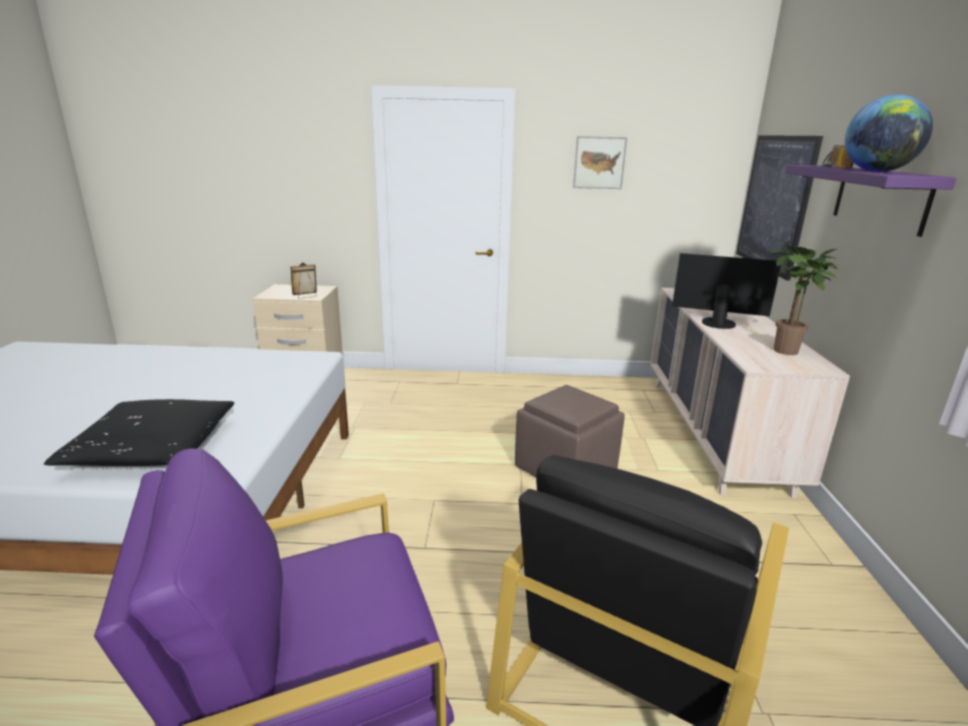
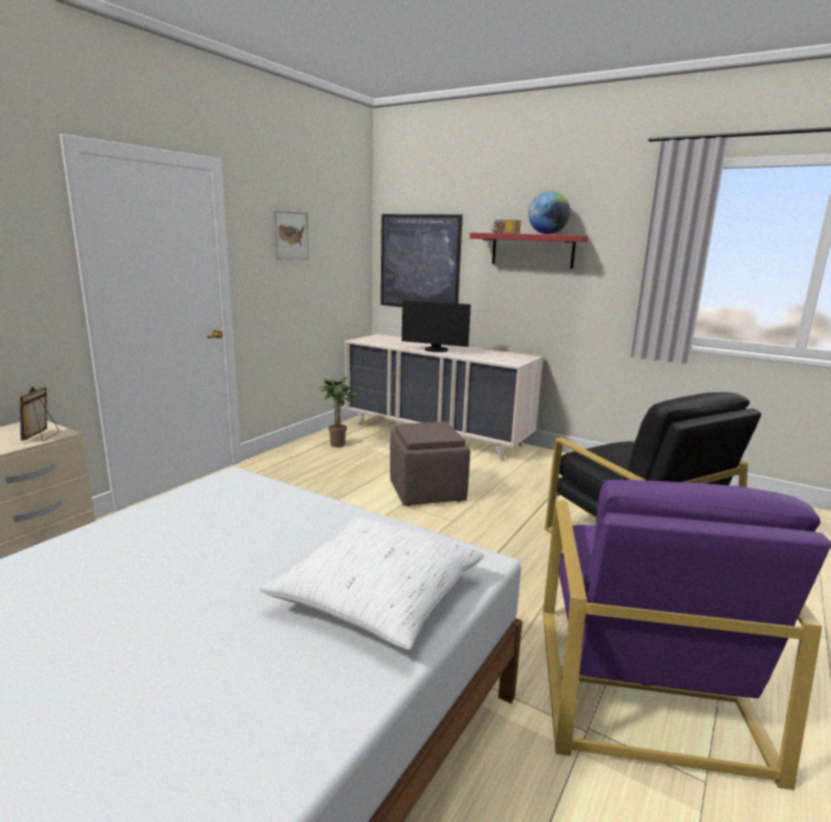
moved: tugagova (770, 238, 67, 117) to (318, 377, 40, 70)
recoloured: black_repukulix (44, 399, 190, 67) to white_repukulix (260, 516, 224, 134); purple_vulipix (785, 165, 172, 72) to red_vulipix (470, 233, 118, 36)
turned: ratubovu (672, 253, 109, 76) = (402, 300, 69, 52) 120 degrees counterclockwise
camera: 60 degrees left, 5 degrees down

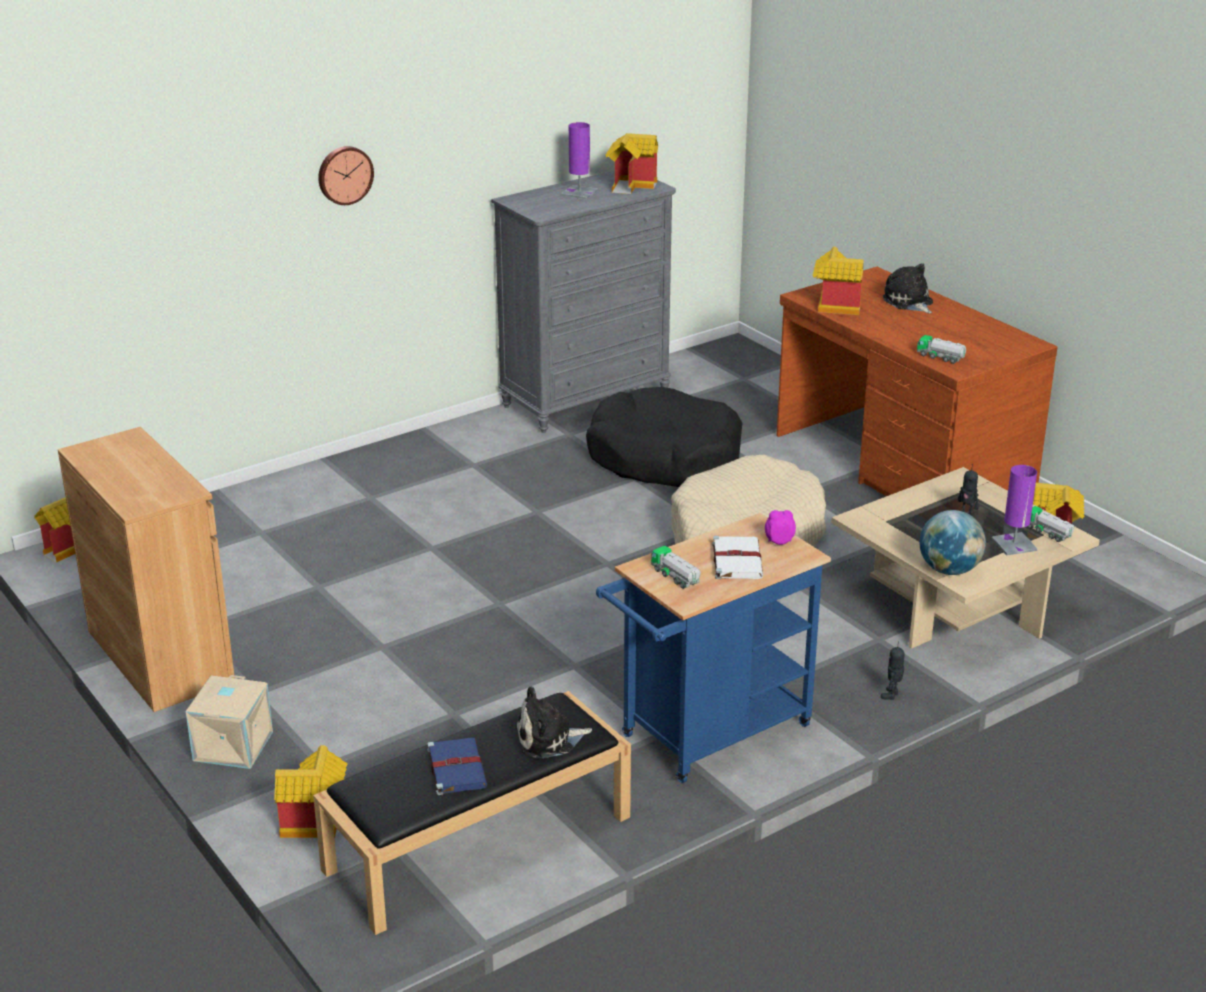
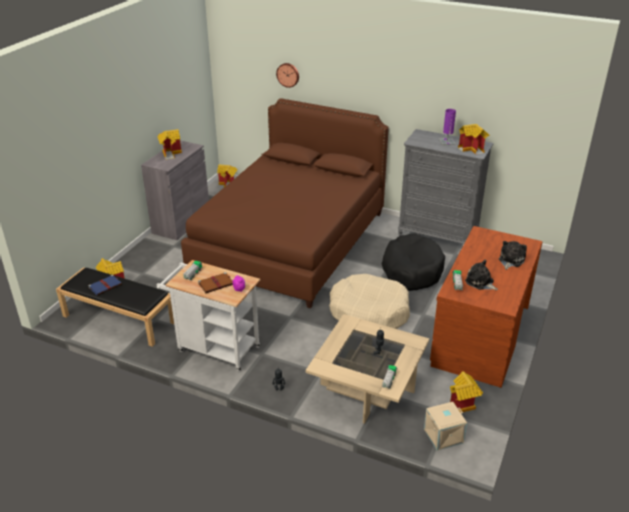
removed: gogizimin (919, 510, 67, 65); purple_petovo (991, 465, 46, 90)
added: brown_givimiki (181, 98, 208, 210)
moved: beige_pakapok (186, 675, 87, 94) to (424, 402, 43, 48); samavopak (318, 146, 56, 59) to (276, 63, 23, 25); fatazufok (516, 686, 76, 73) to (465, 260, 33, 30); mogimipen (812, 247, 52, 68) to (157, 129, 25, 30)
recoloured: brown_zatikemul (58, 427, 176, 285) to grey_zatikemul (141, 140, 68, 100); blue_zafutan (596, 513, 235, 270) to white_zafutan (157, 260, 103, 112); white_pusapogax (712, 536, 51, 43) to brown_pusapogax (198, 272, 35, 21)
camera: 60 degrees right, 5 degrees up

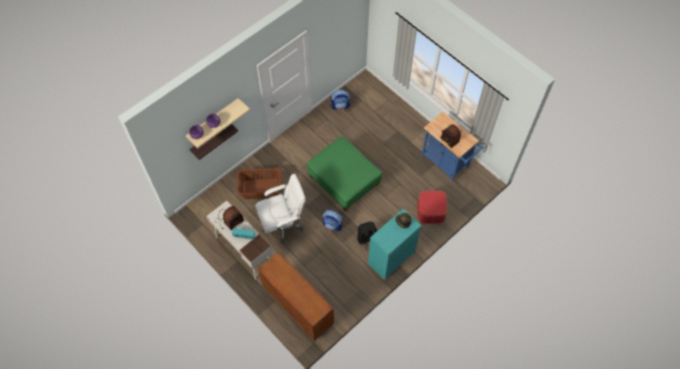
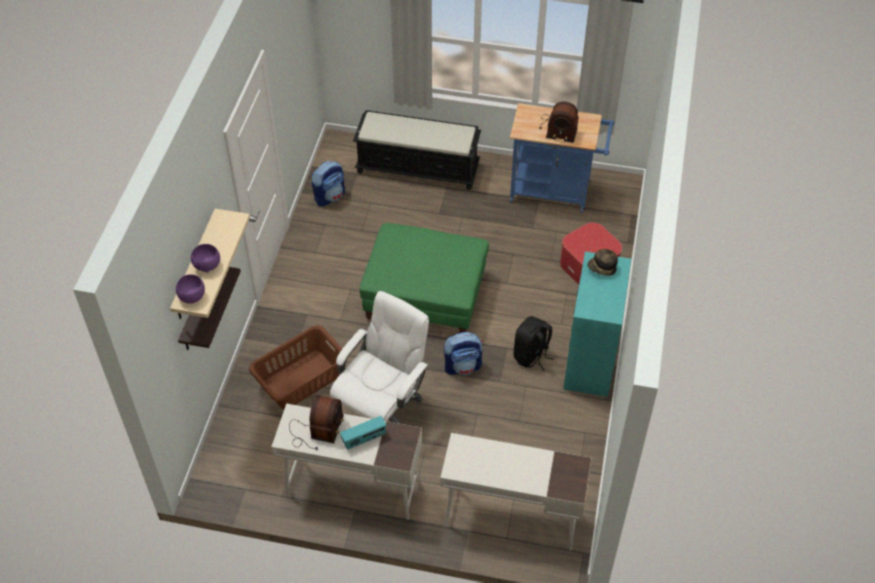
added: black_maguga (353, 110, 128, 80)
replaced: brown_zatikemul (258, 252, 76, 89) to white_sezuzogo (440, 433, 151, 118)
camera: 35 degrees left, 10 degrees down

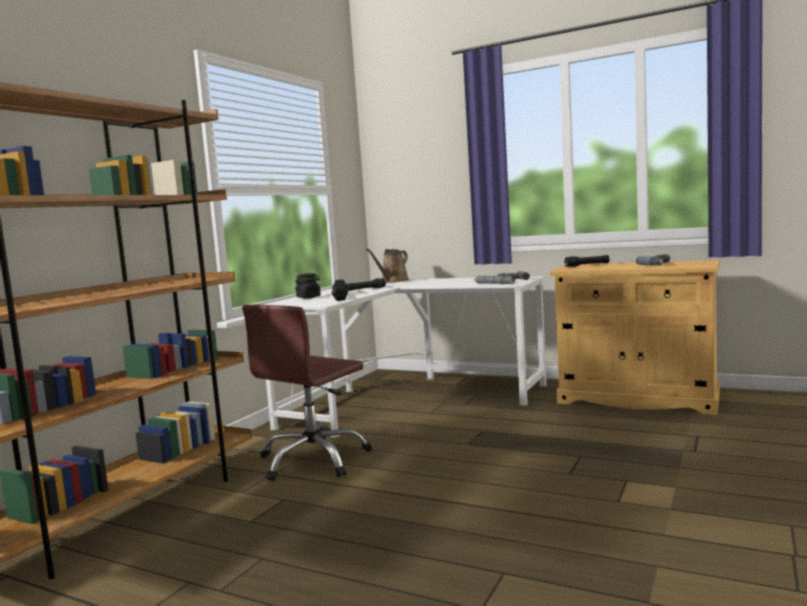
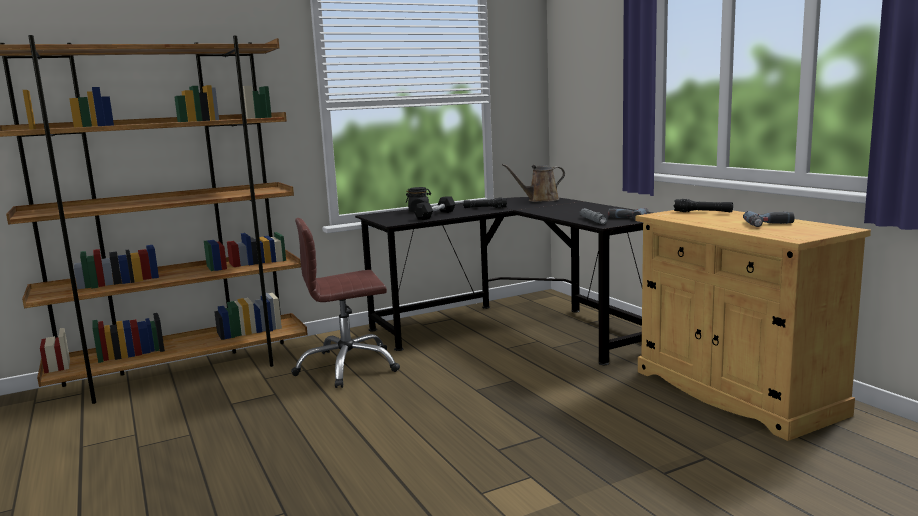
recoloured: white_sezuzogo (263, 276, 284, 162) to black_sezuzogo (355, 197, 297, 168)
camera: 35 degrees right, 5 degrees up

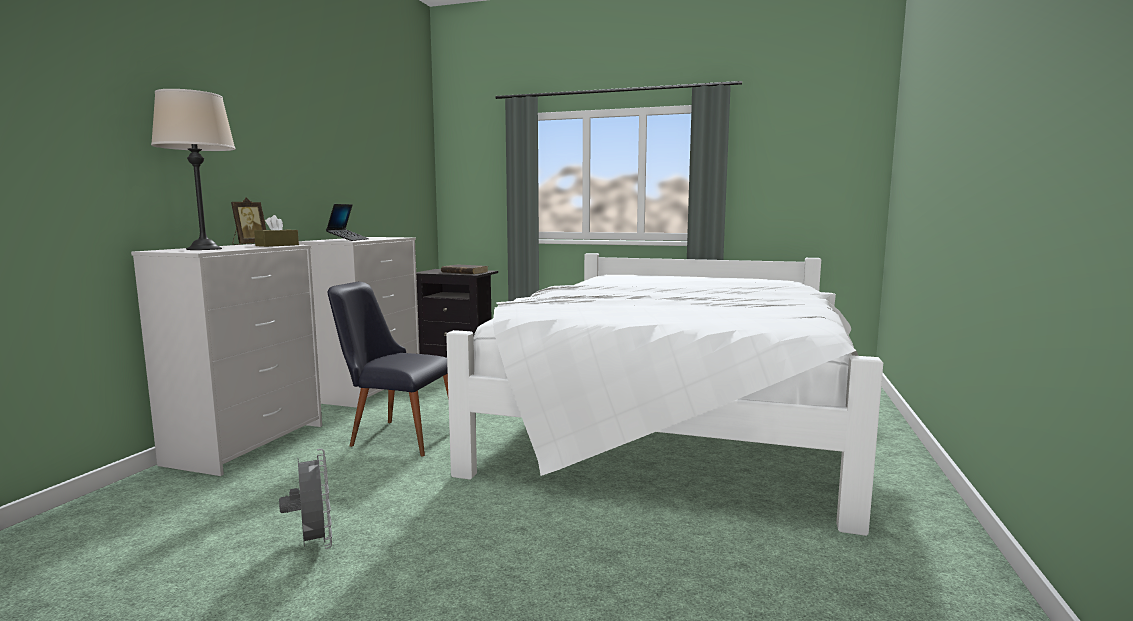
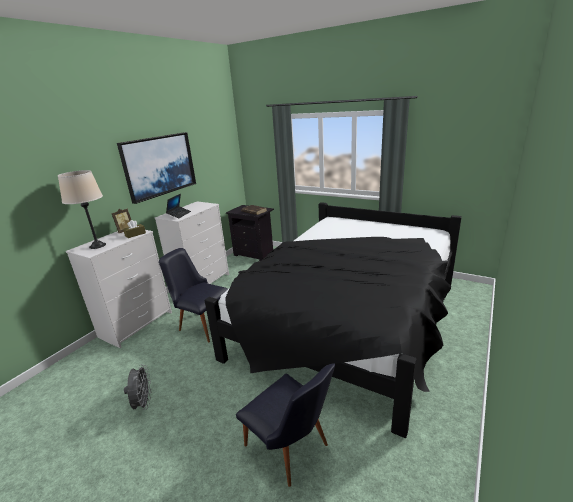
added: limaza (117, 132, 79, 72); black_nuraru (236, 363, 99, 124)
recoloured: white_givimiki (446, 253, 437, 283) to black_givimiki (204, 202, 258, 236)
camera: 15 degrees right, 15 degrees up

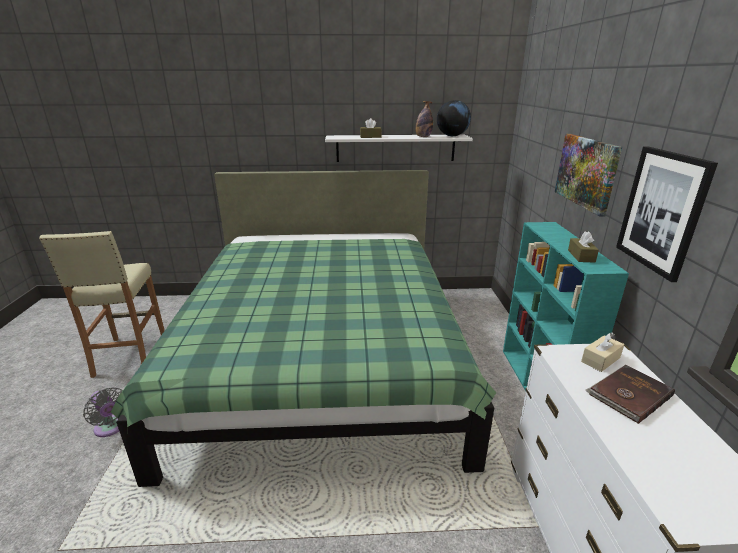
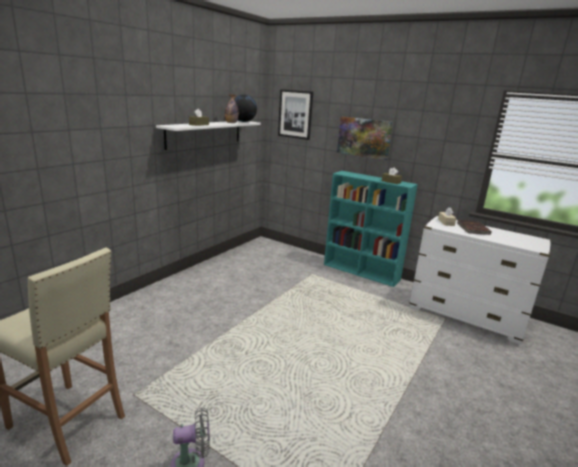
removed: green_givimiki (111, 170, 385, 317)
moved: limaza (616, 146, 102, 136) to (278, 89, 35, 51)
camera: 55 degrees left, 5 degrees down

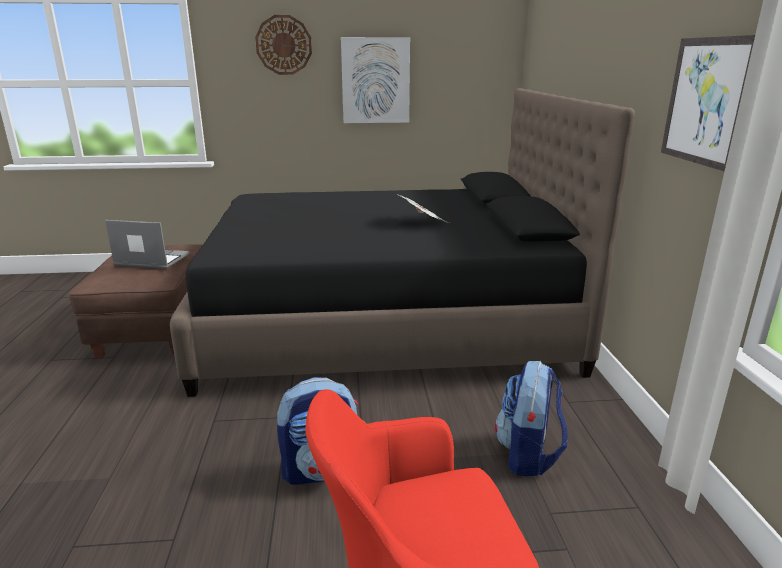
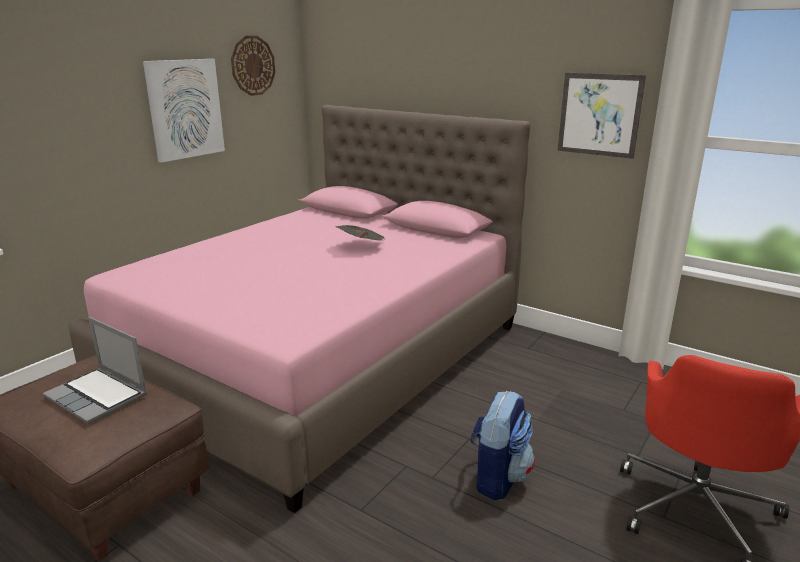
removed: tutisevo (495, 361, 72, 115)
moved: samavopak (255, 15, 57, 60) to (231, 36, 44, 60)
recoloured: black_givimiki (170, 88, 465, 309) to pink_givimiki (69, 105, 461, 408)
turned: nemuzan (105, 220, 84, 49) = (43, 317, 104, 107) 105 degrees counterclockwise
camera: 50 degrees left, 0 degrees up

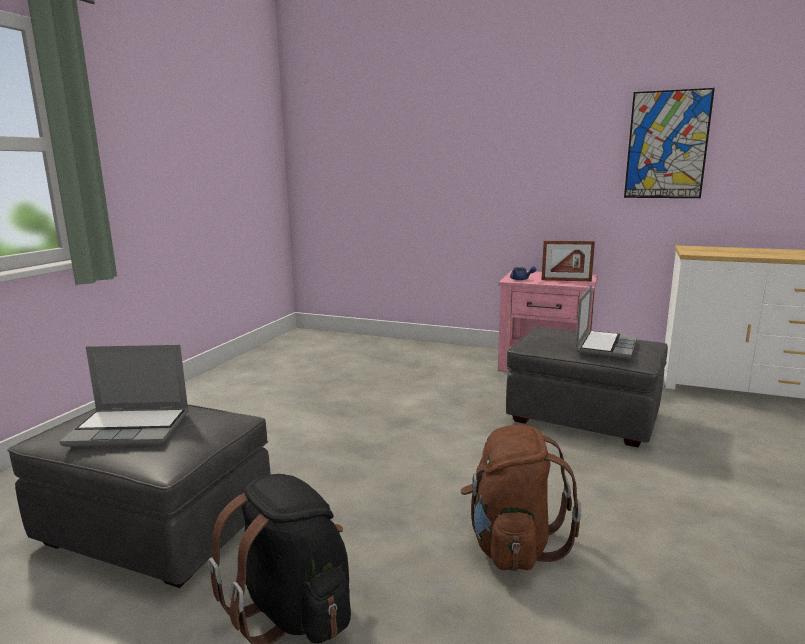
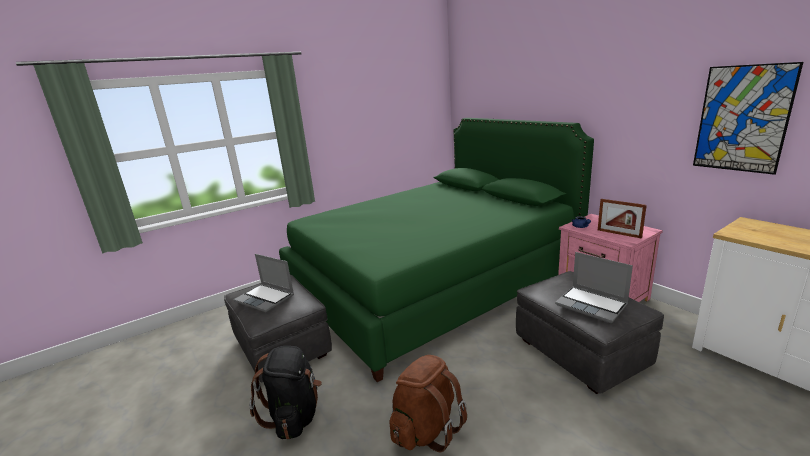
added: green_givimiki (279, 118, 315, 264)
turned: nemuzan (575, 285, 62, 74) = (555, 252, 78, 71) 75 degrees clockwise
camera: 35 degrees right, 5 degrees up

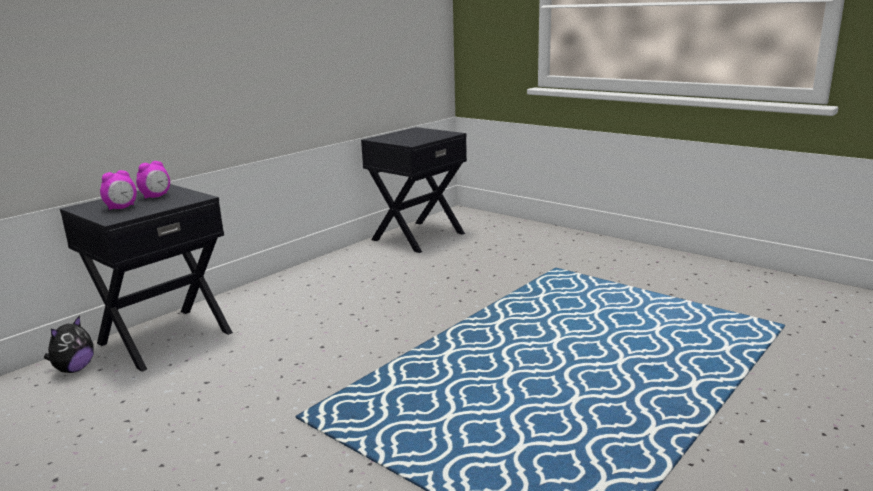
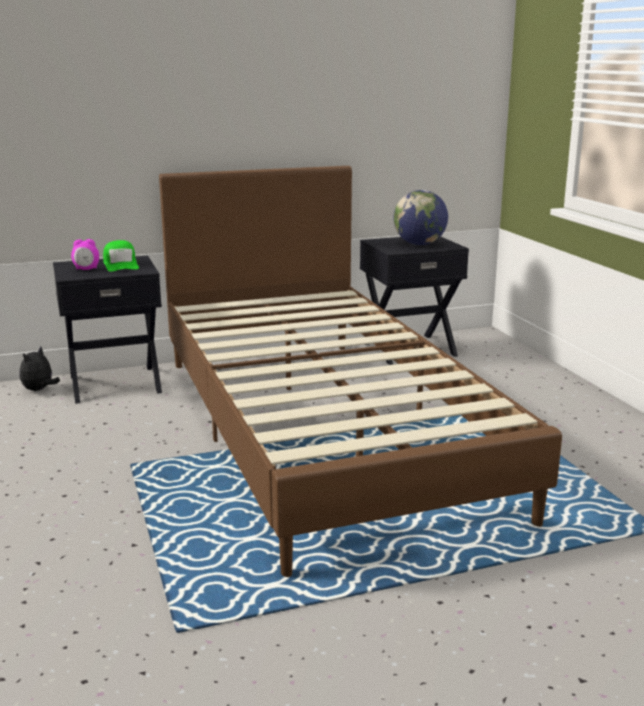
added: brown_givimiki (159, 166, 403, 411); gogizimin (394, 190, 54, 55)
replaced: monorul (136, 161, 34, 38) to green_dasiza (103, 240, 36, 32)
turned: fatazufok (44, 315, 49, 58) = (19, 347, 41, 44) 150 degrees clockwise
camera: 30 degrees right, 0 degrees up

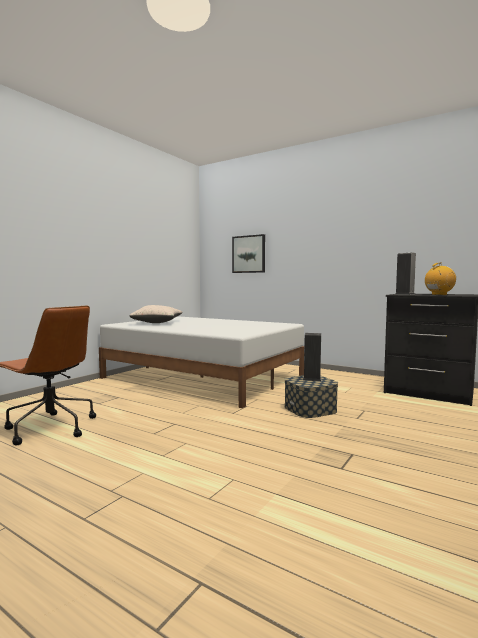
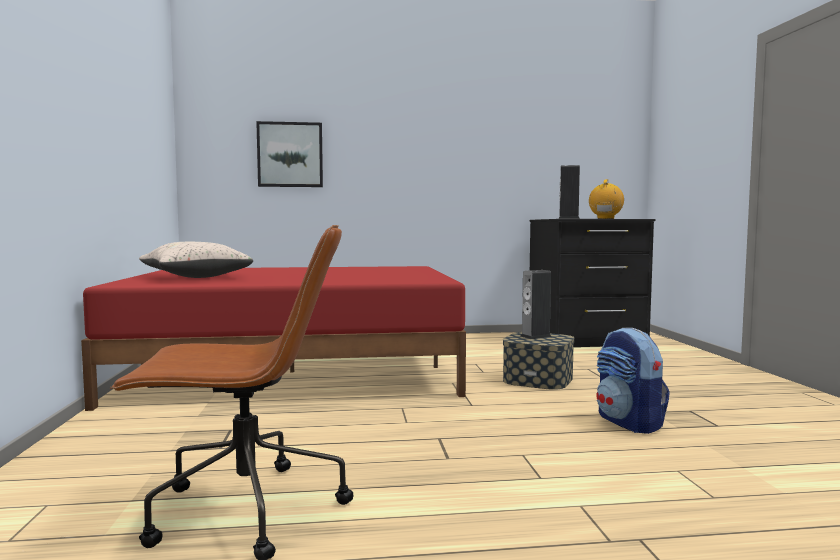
added: tutisevo (597, 328, 73, 106)
recoloured: white_givimiki (99, 317, 205, 91) to red_givimiki (81, 266, 385, 145)
camera: 40 degrees left, 0 degrees up

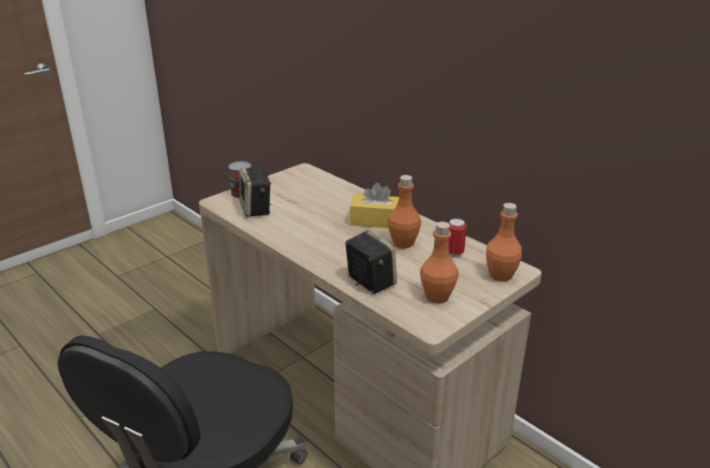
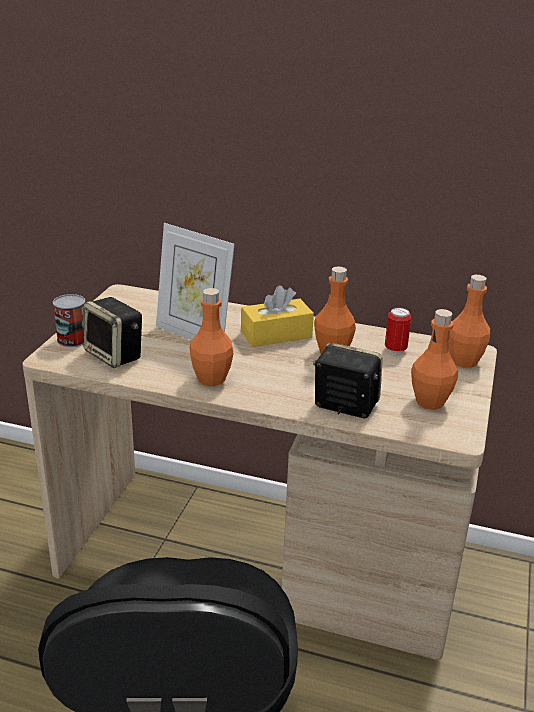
added: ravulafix (156, 223, 78, 117); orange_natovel (189, 288, 45, 98)
camera: 30 degrees left, 0 degrees up

